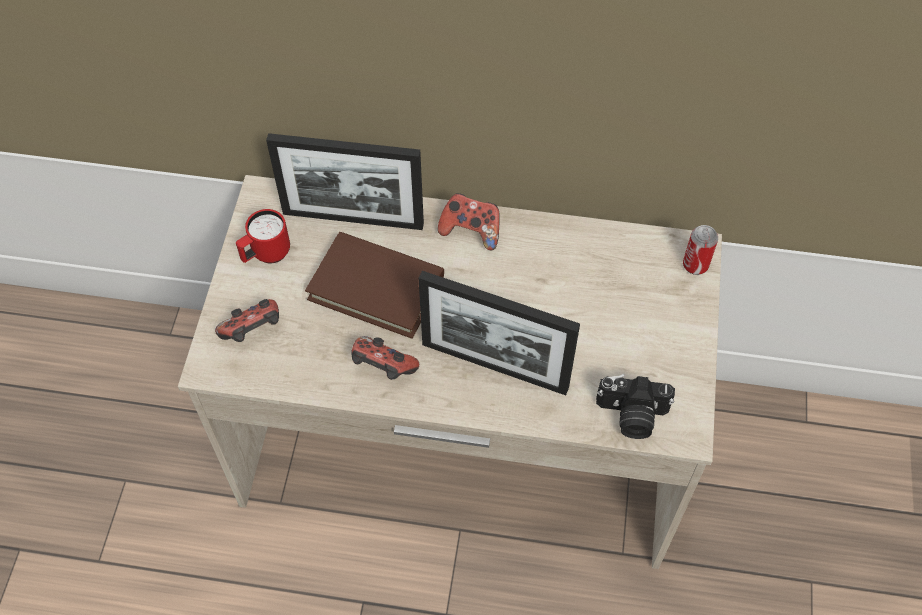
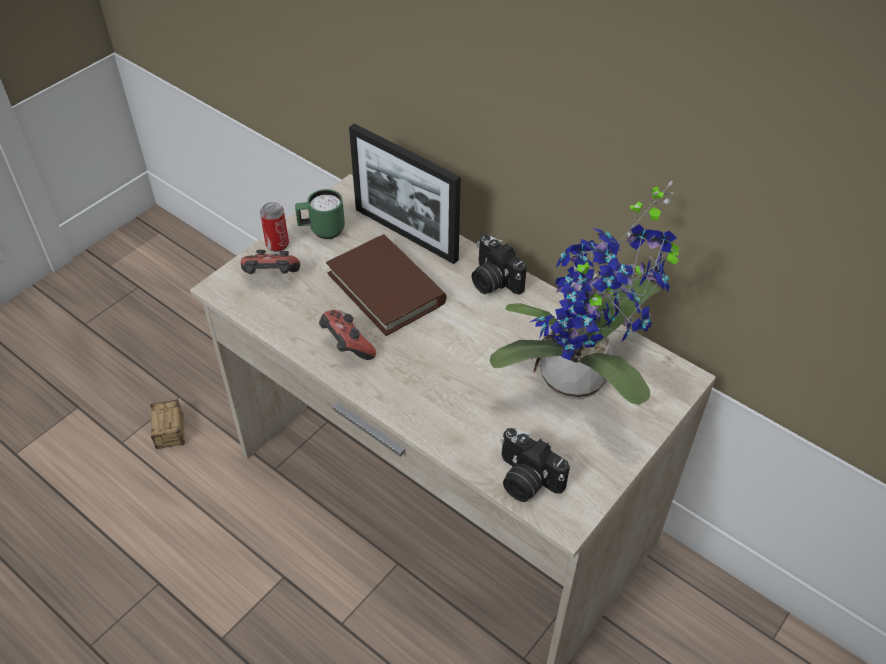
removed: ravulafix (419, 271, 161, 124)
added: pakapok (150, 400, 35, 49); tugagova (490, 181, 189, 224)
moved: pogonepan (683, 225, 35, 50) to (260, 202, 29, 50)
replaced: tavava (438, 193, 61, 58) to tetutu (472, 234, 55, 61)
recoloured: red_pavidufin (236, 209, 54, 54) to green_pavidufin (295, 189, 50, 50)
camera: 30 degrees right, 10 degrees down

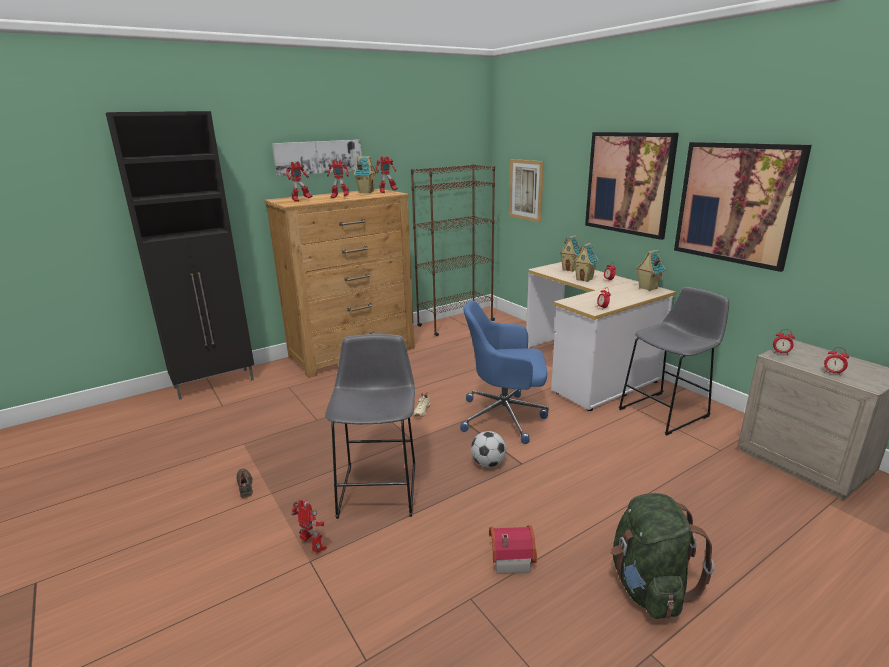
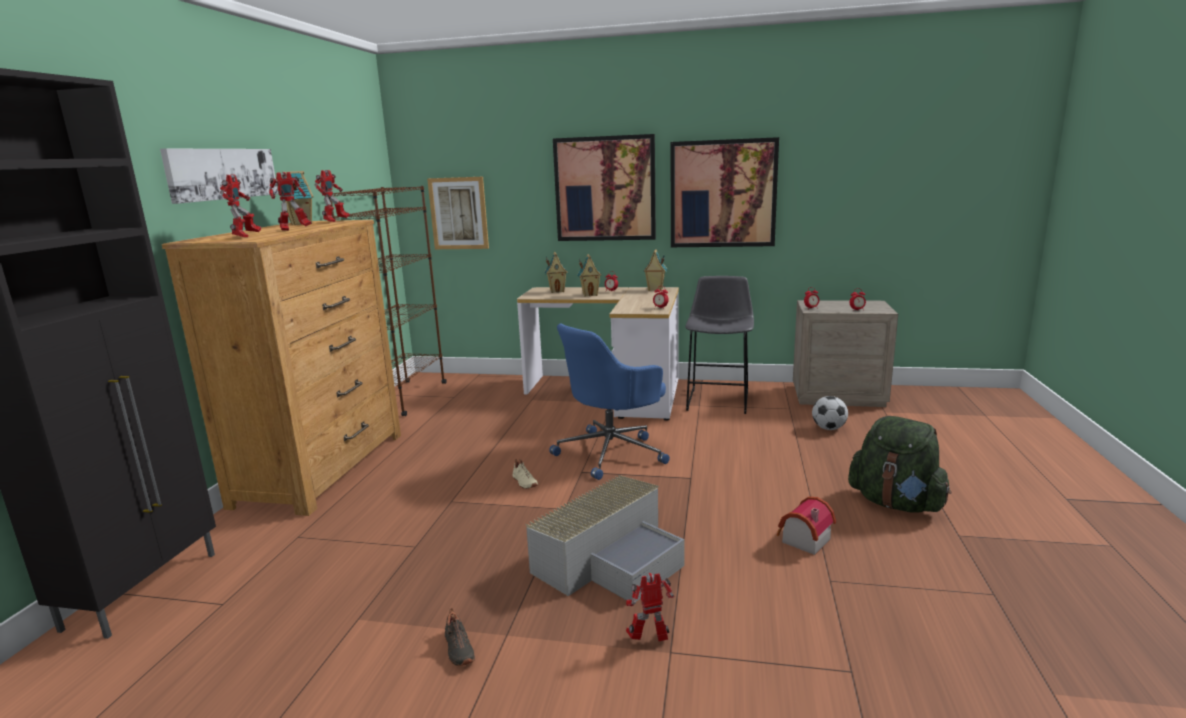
moved: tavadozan (471, 431, 35, 36) to (812, 396, 36, 34)
replaced: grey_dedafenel (325, 334, 90, 185) to grey_pakapok (526, 475, 159, 127)
turned: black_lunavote (236, 468, 17, 30) = (445, 608, 30, 58) 135 degrees counterclockwise
camera: 45 degrees left, 5 degrees down

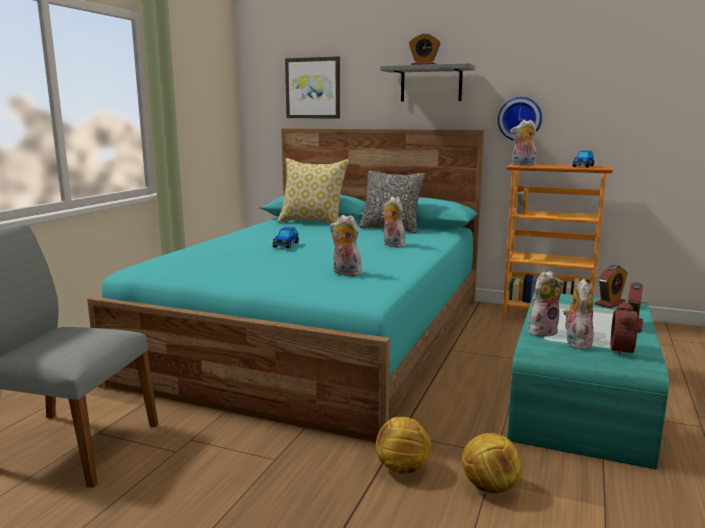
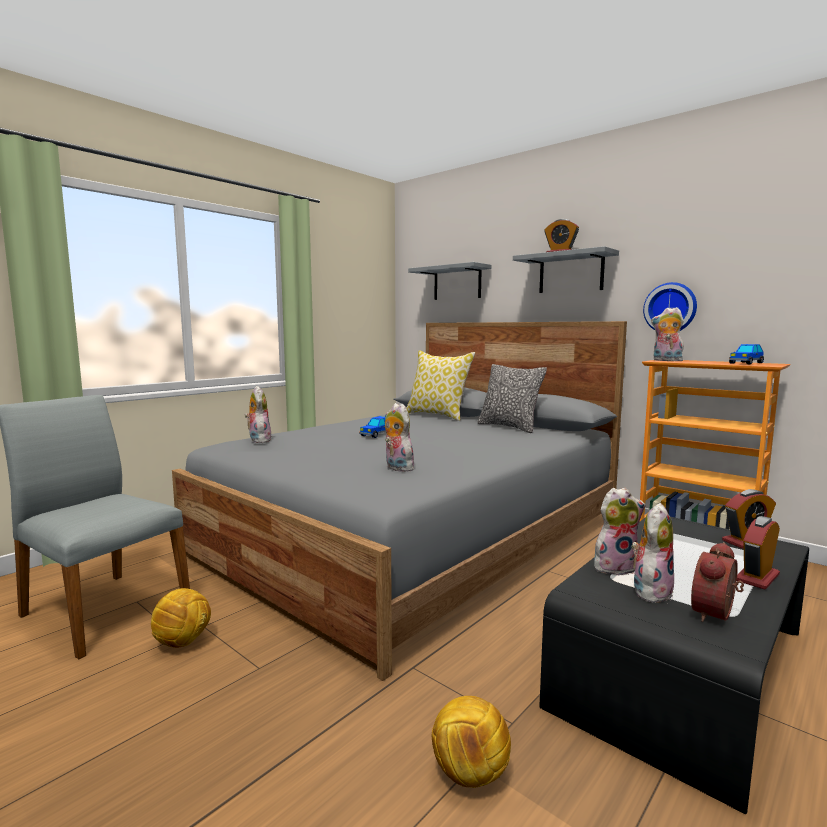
moved: tavadozan (376, 417, 56, 57) to (151, 588, 60, 60); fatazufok (383, 197, 22, 51) to (245, 386, 26, 57)
replaced: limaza (285, 56, 55, 62) to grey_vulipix (408, 262, 83, 38)
recoloured: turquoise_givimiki (87, 128, 397, 314) to grey_givimiki (172, 321, 455, 360); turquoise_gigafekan (507, 291, 162, 179) to black_gigafekan (539, 517, 270, 297)
camera: 20 degrees right, 5 degrees down

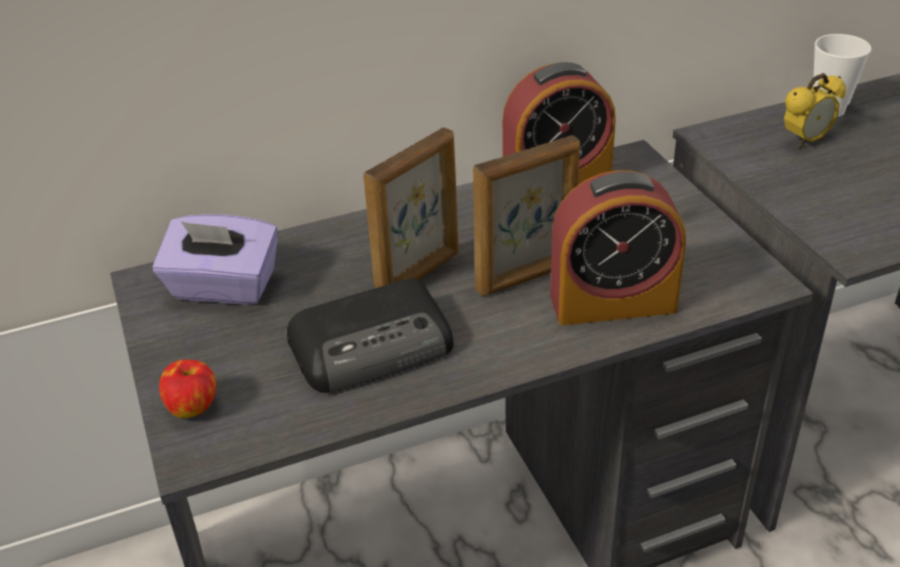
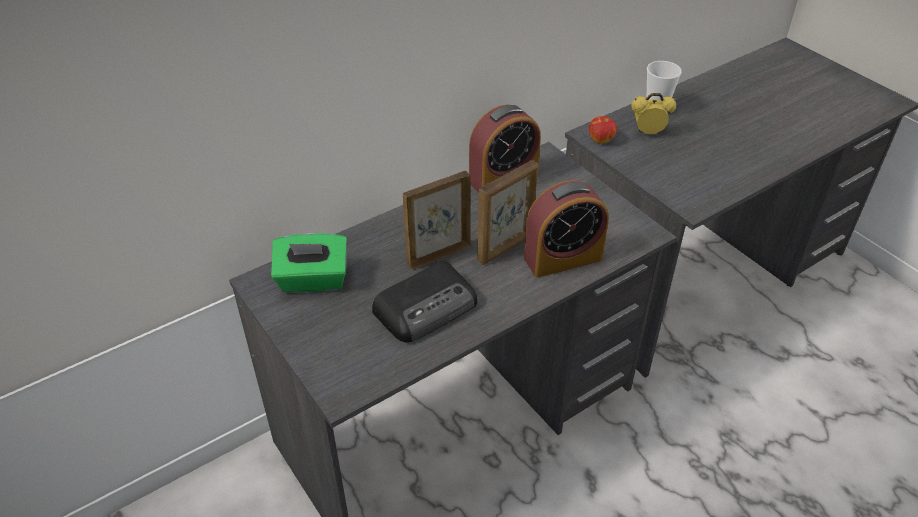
moved: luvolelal (159, 359, 57, 59) to (589, 116, 28, 28)
recoloured: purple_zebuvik (152, 214, 126, 91) to green_zebuvik (271, 233, 76, 60)
turned: ravulafix (363, 128, 96, 160) = (403, 171, 68, 99) 150 degrees counterclockwise; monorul (784, 73, 62, 75) = (631, 93, 45, 41) 135 degrees counterclockwise
camera: 15 degrees left, 5 degrees up

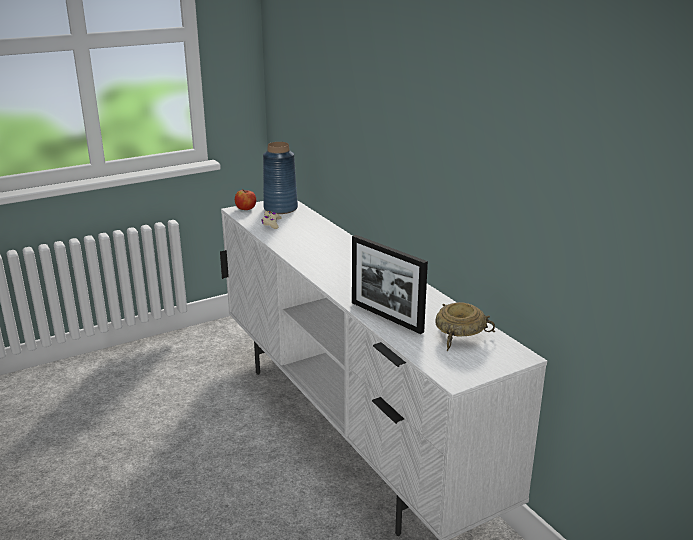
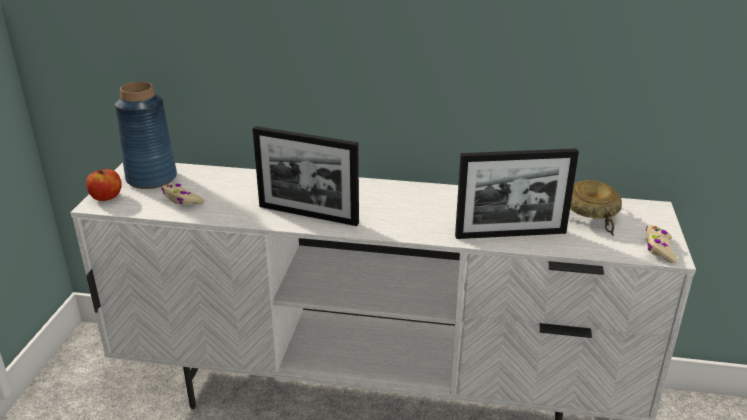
added: ravulafix (253, 126, 106, 100); beige_tavava (646, 225, 31, 38)
camera: 50 degrees left, 5 degrees up

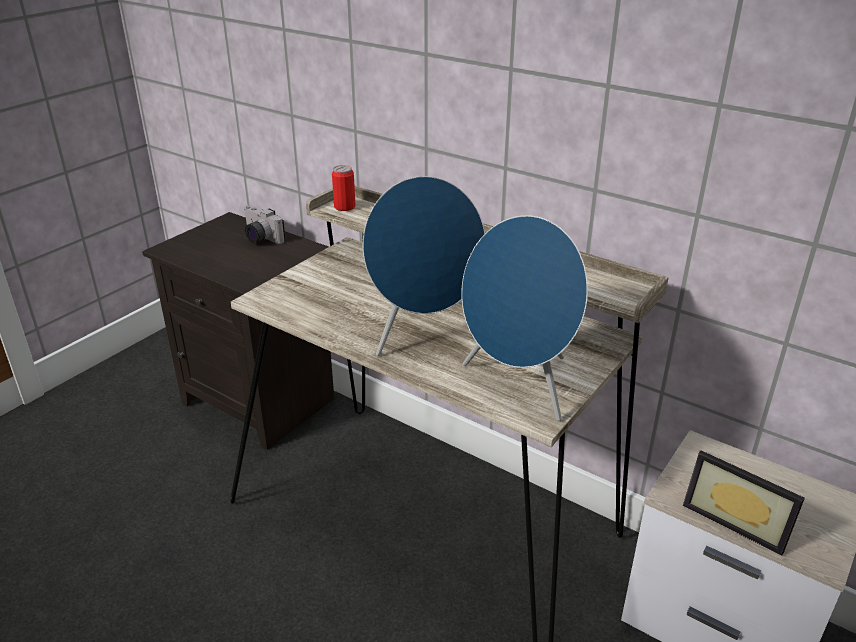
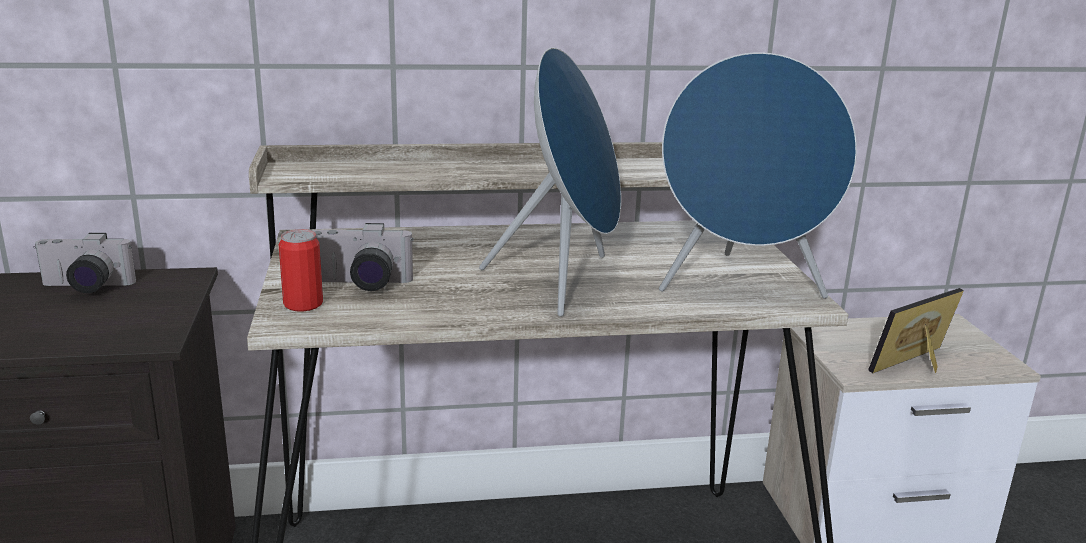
added: tetutu (312, 223, 102, 68)
moved: pogonepan (332, 165, 23, 46) to (279, 229, 44, 83)
turned: ravulafix (683, 450, 122, 105) = (868, 288, 96, 85) 150 degrees clockwise
camera: 45 degrees left, 10 degrees down

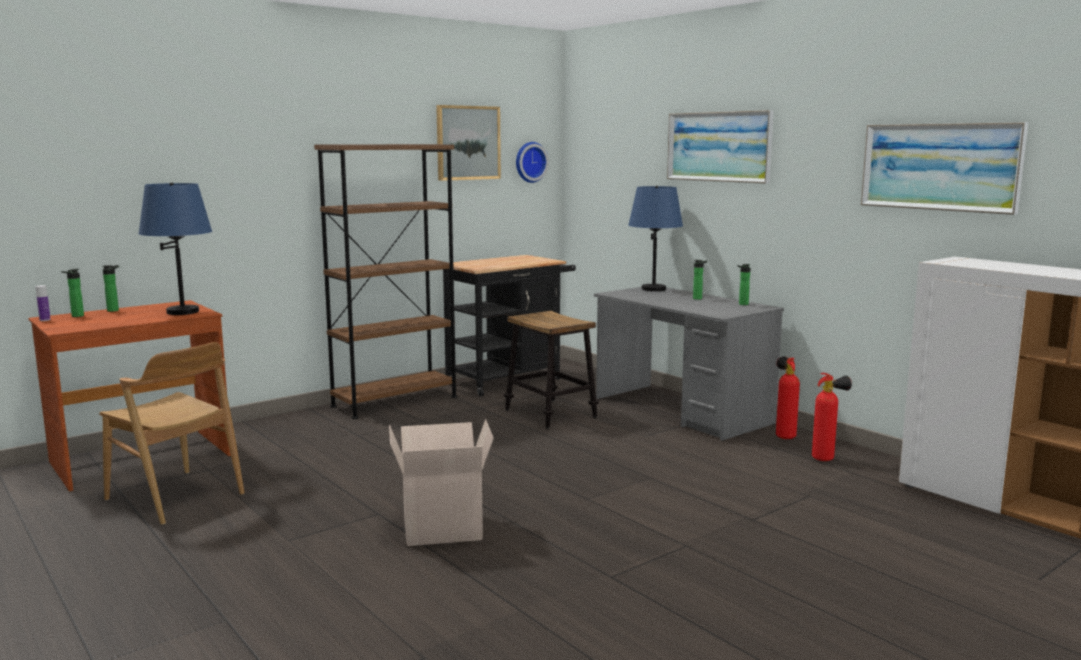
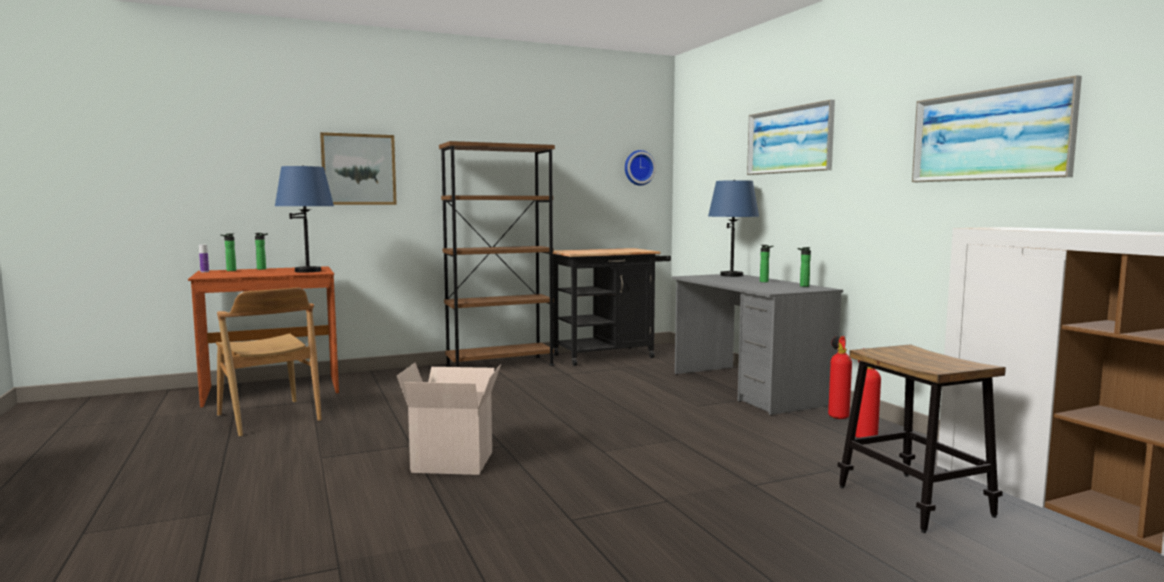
moved: limaza (436, 105, 65, 76) to (320, 132, 77, 73); dedafenel (504, 311, 95, 118) to (837, 344, 169, 189)
camera: 15 degrees right, 5 degrees down

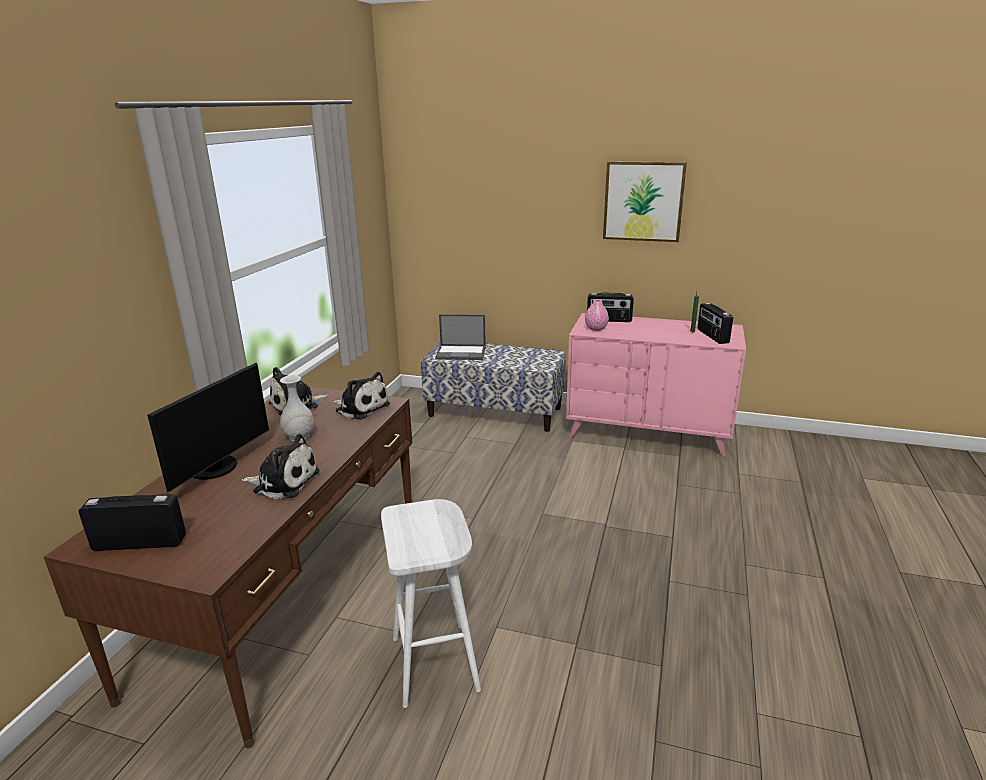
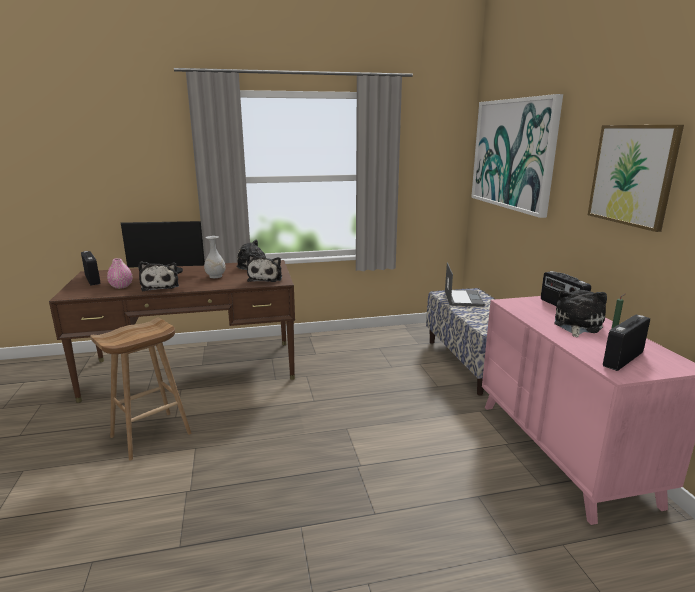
added: limaza (471, 94, 92, 124); fatazufok (554, 290, 53, 47)
moved: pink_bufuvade (585, 299, 24, 32) to (107, 258, 25, 31)
recoloured: white_dedafenel (381, 499, 100, 209) to brown_dedafenel (90, 318, 101, 143)
turned: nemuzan (435, 314, 51, 46) = (445, 263, 40, 43) 150 degrees counterclockwise
camera: 60 degrees right, 5 degrees down

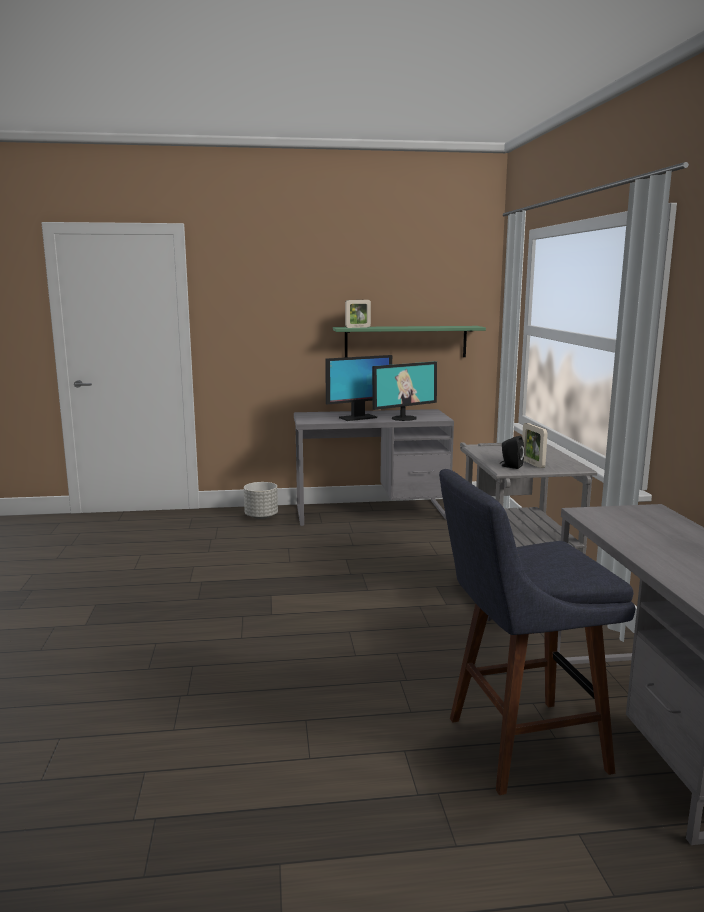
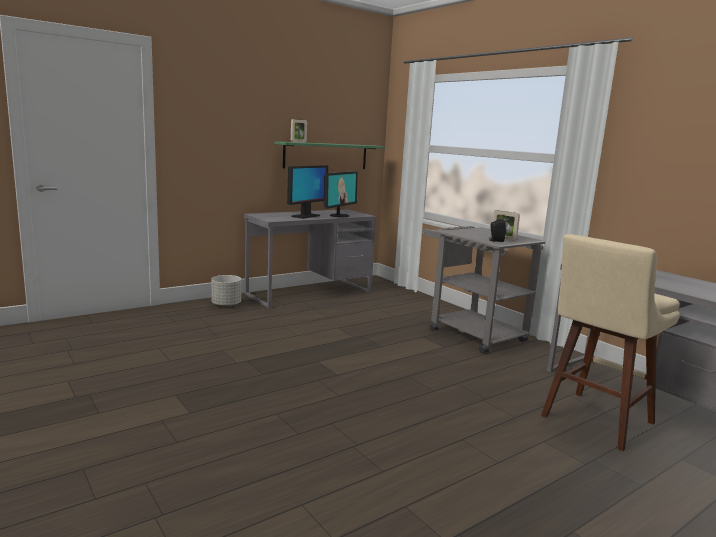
recoloured: blue_dedafenel (439, 469, 196, 326) to beige_dedafenel (541, 234, 139, 217)
camera: 30 degrees left, 0 degrees up

